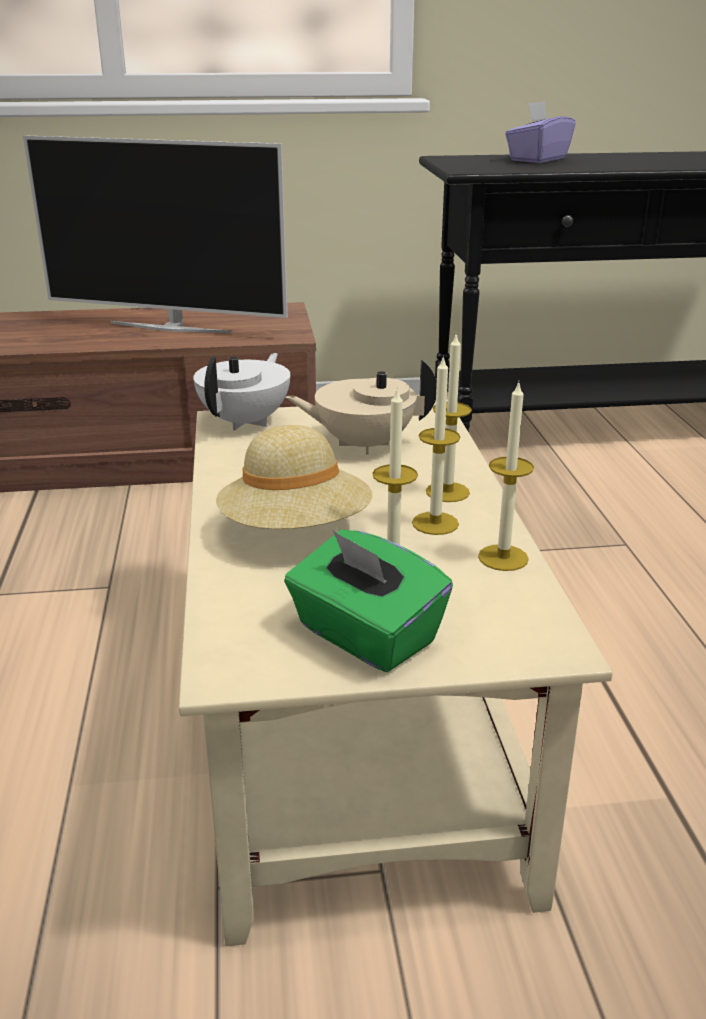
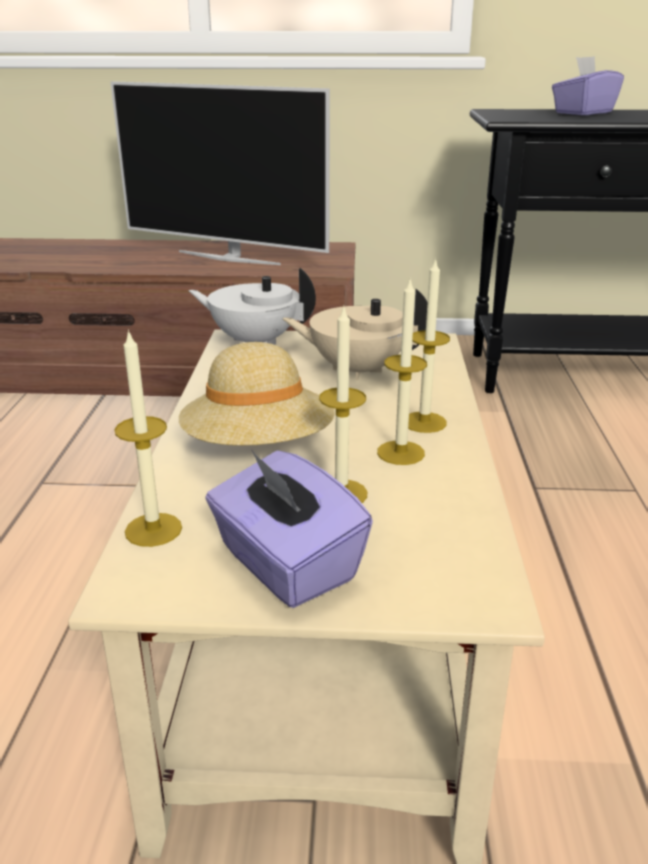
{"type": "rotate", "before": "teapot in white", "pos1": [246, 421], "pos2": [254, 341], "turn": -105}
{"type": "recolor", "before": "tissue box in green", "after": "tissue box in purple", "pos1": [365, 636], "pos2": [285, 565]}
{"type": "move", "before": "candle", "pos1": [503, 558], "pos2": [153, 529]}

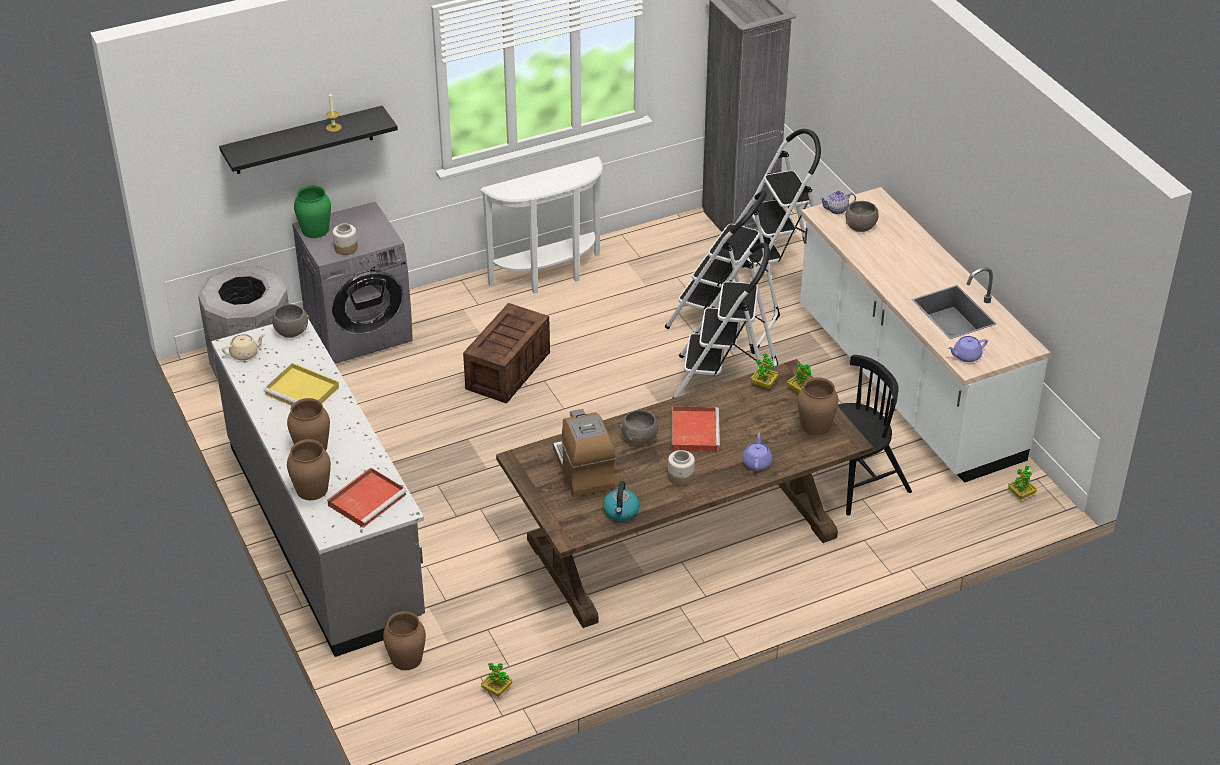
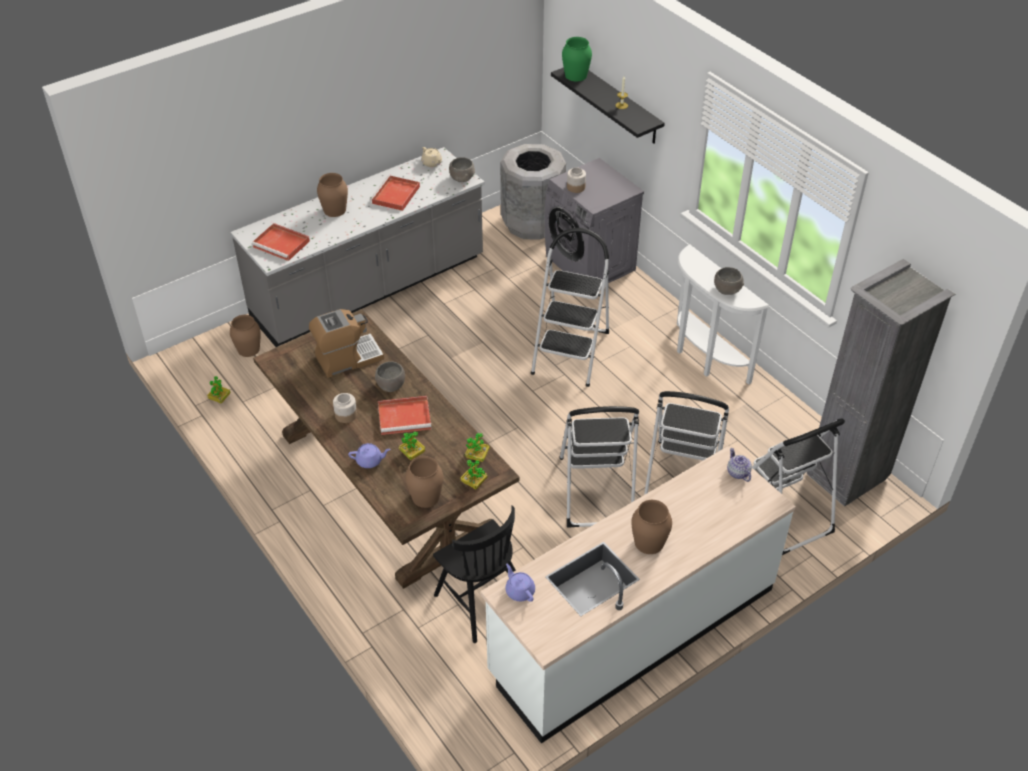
{"type": "recolor", "before": "tray in yellow", "after": "tray in red", "pos1": [303, 391], "pos2": [395, 195]}
{"type": "move", "before": "vase in brown", "pos1": [311, 489], "pos2": [649, 542]}
{"type": "move", "before": "vase in green", "pos1": [314, 230], "pos2": [576, 75]}
{"type": "replace", "before": "crate", "after": "step ladder", "pos1": [508, 369], "pos2": [572, 351]}
{"type": "delete", "before": "kettle", "pos1": [621, 511]}
{"type": "move", "before": "bowl in grey", "pos1": [860, 226], "pos2": [727, 289]}
{"type": "move", "before": "potted plant", "pos1": [1021, 494], "pos2": [412, 454]}

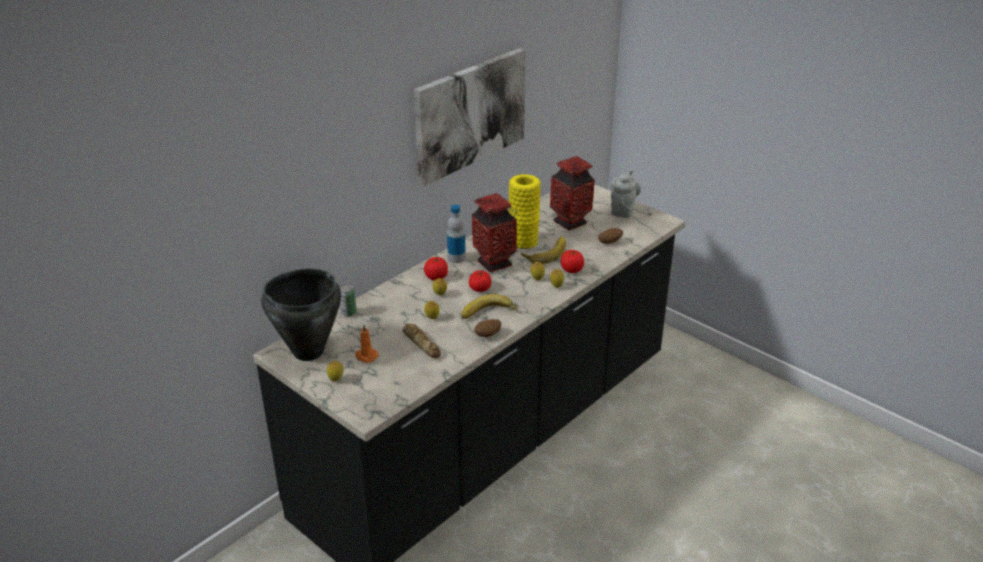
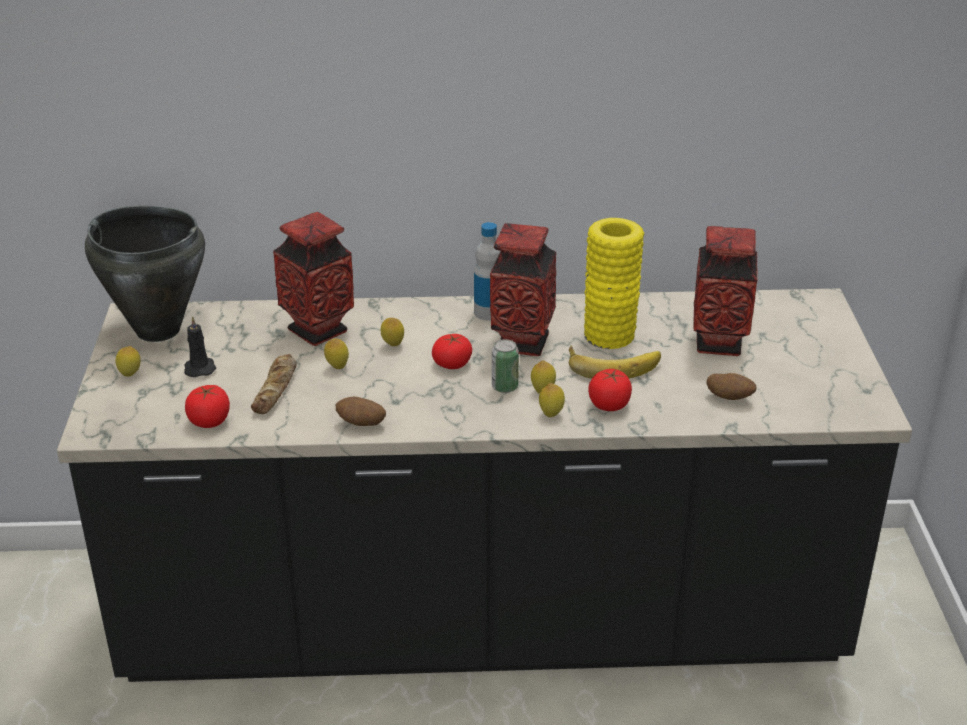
{"type": "move", "before": "can", "pos1": [348, 313], "pos2": [504, 387]}
{"type": "recolor", "before": "candle in orange", "after": "candle in black", "pos1": [365, 356], "pos2": [199, 368]}
{"type": "delete", "before": "picture", "pos1": [469, 114]}
{"type": "move", "before": "tomato", "pos1": [436, 277], "pos2": [209, 421]}
{"type": "delete", "before": "banana", "pos1": [488, 314]}
{"type": "delete", "before": "teapot in grey", "pos1": [623, 210]}
{"type": "insert", "after": "vase", "pos2": [318, 331]}

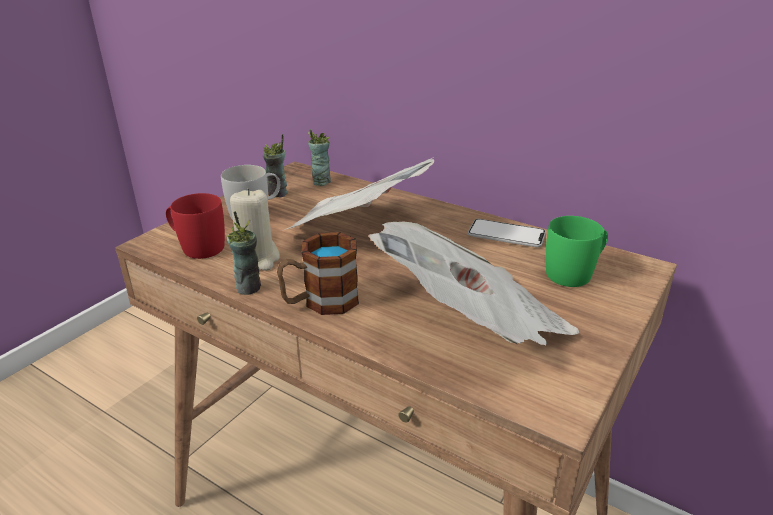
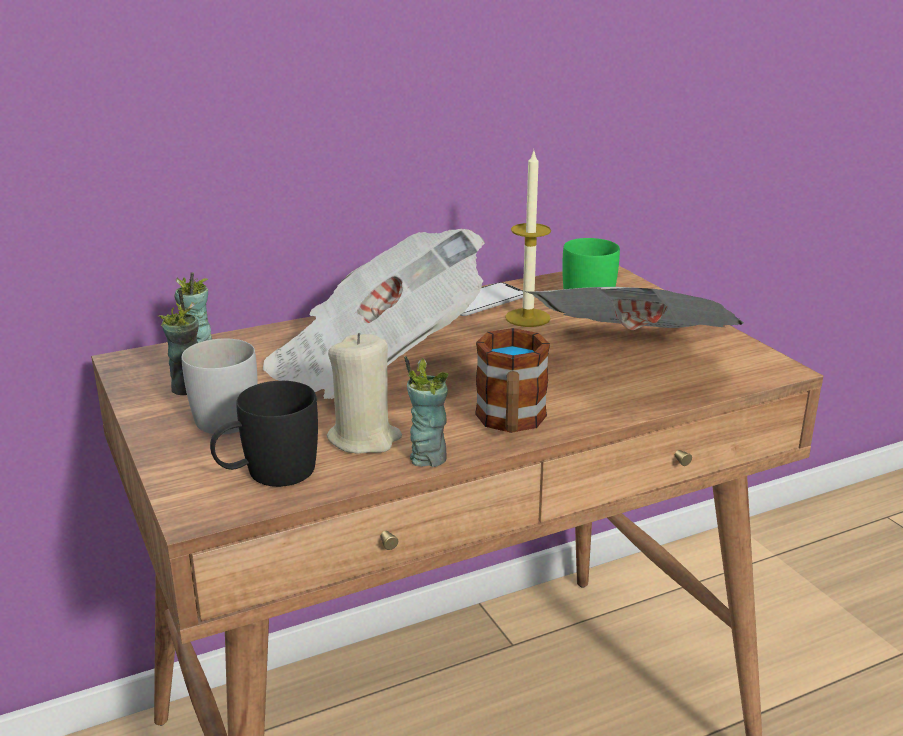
{"type": "recolor", "before": "mug in red", "after": "mug in black", "pos1": [197, 246], "pos2": [268, 474]}
{"type": "insert", "after": "candle", "pos2": [527, 318]}

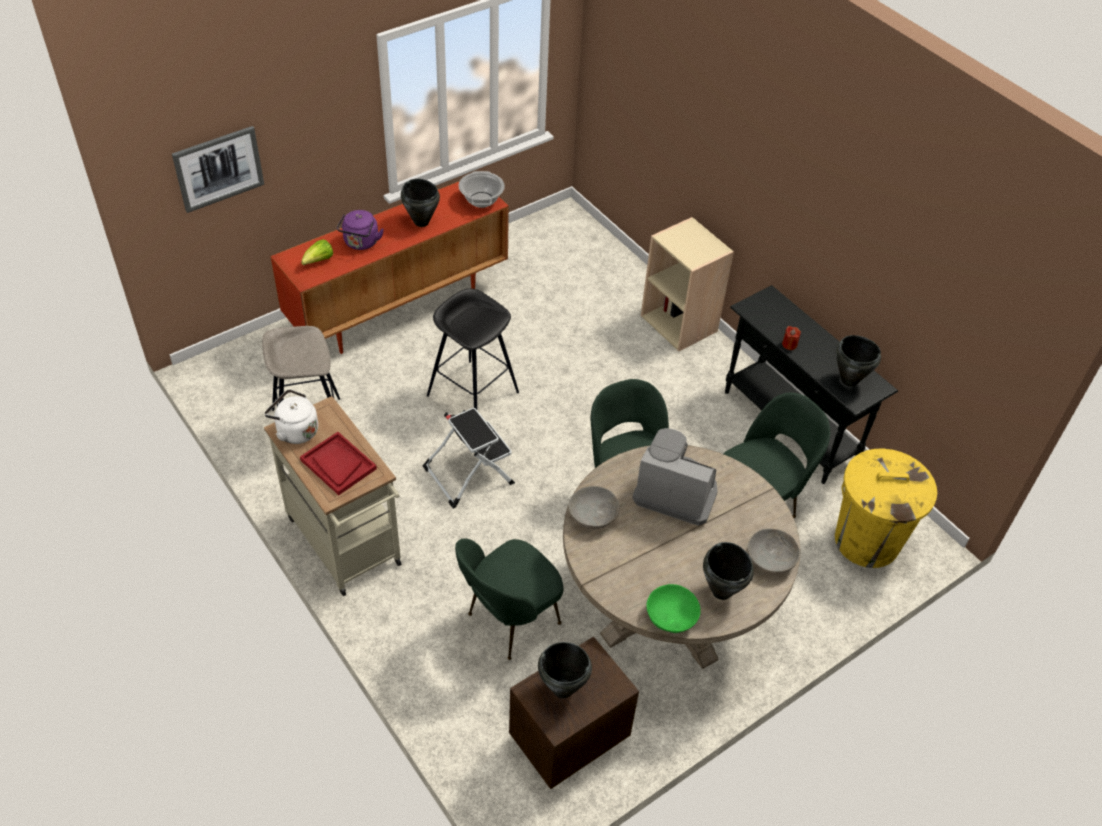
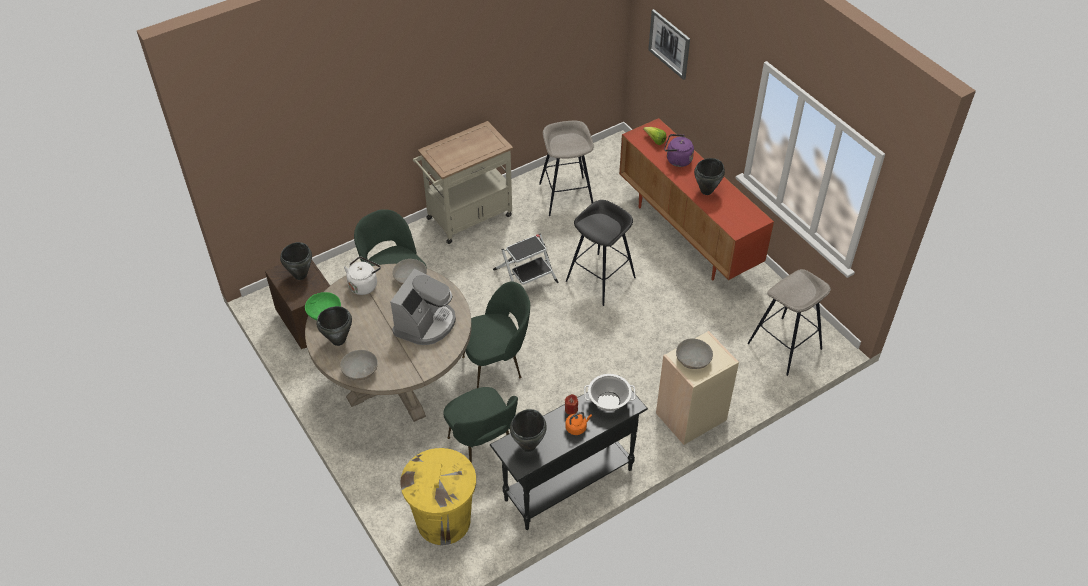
{"type": "move", "before": "kettle in white", "pos1": [295, 431], "pos2": [364, 285]}
{"type": "delete", "before": "tray in red", "pos1": [338, 464]}
{"type": "move", "before": "cooking pot", "pos1": [481, 200], "pos2": [609, 401]}
{"type": "insert", "after": "kettle in orange", "pos2": [577, 427]}
{"type": "insert", "after": "bowl in grey", "pos2": [693, 360]}
{"type": "insert", "after": "stool in grey", "pos2": [784, 346]}

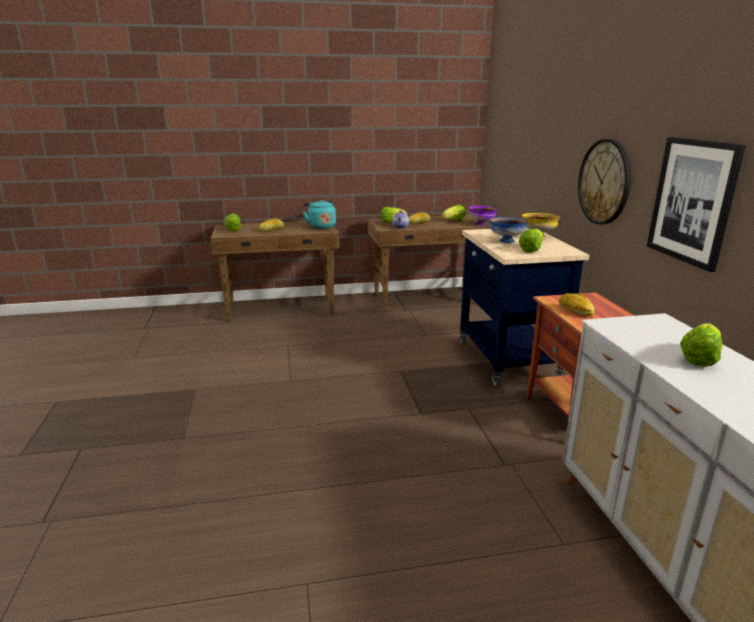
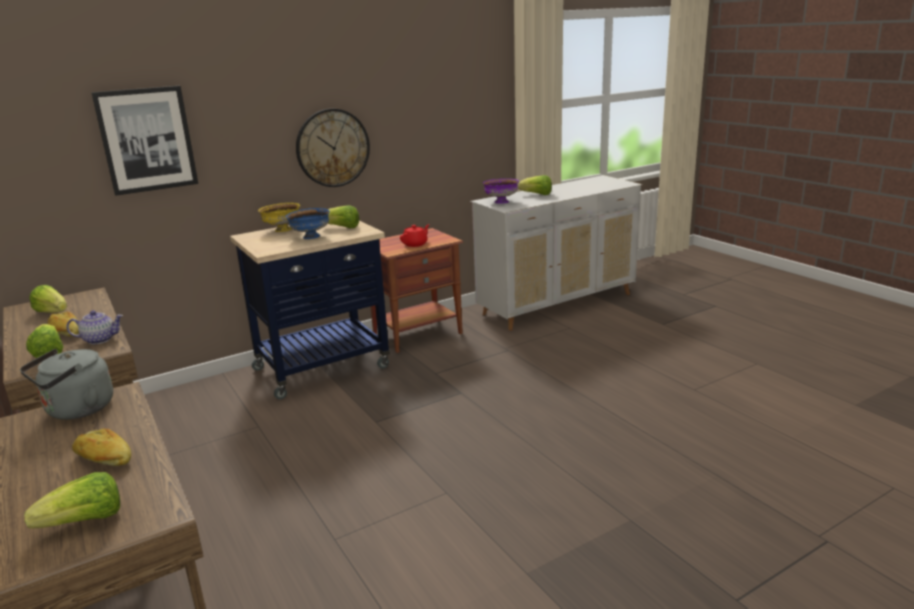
{"type": "recolor", "before": "kettle in turquoise", "after": "kettle in grey", "pos1": [321, 226], "pos2": [77, 410]}
{"type": "move", "before": "bowl in purple", "pos1": [481, 224], "pos2": [501, 202]}
{"type": "replace", "before": "bread", "after": "teapot in red", "pos1": [575, 311], "pos2": [415, 244]}
{"type": "move", "before": "picture", "pos1": [692, 201], "pos2": [147, 140]}

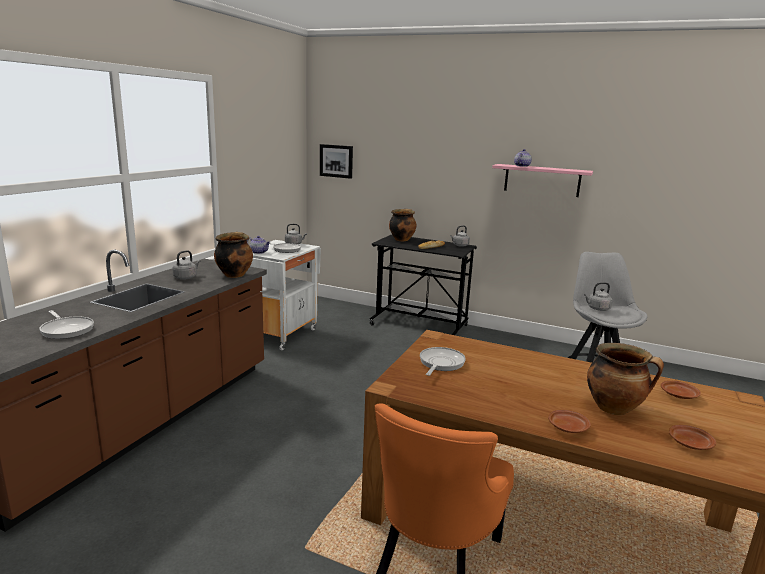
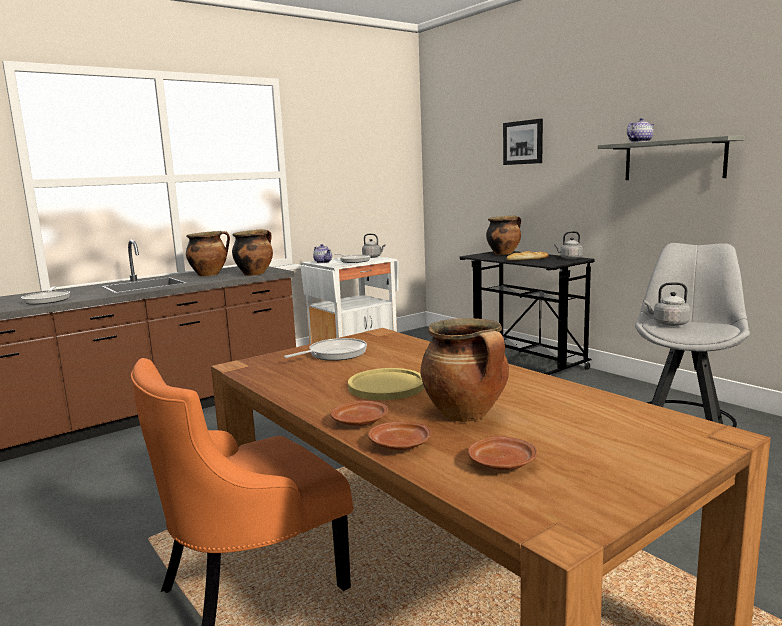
{"type": "replace", "before": "kettle in grey", "after": "cooking pot", "pos1": [186, 277], "pos2": [210, 274]}
{"type": "move", "before": "picture", "pos1": [336, 161], "pos2": [523, 142]}
{"type": "recolor", "before": "shelf in pink", "after": "shelf in grey", "pos1": [542, 180], "pos2": [674, 160]}
{"type": "move", "before": "plate in brown", "pos1": [679, 395], "pos2": [401, 445]}
{"type": "insert", "after": "plate in yellow", "pos2": [386, 386]}

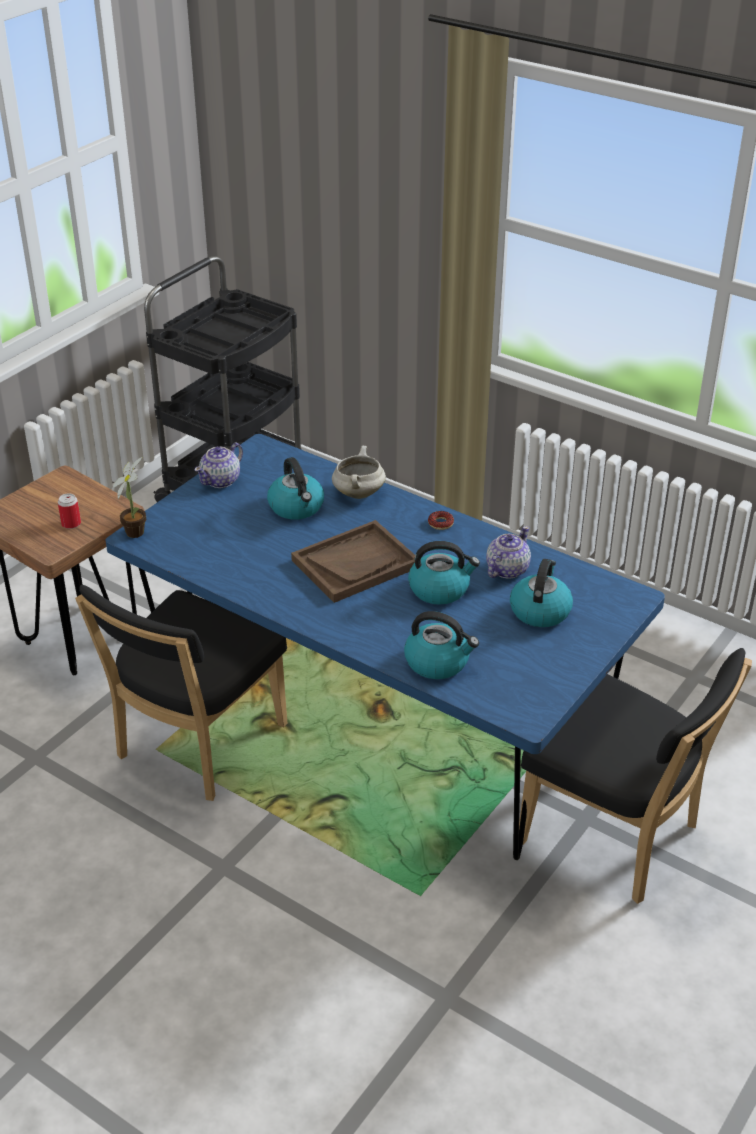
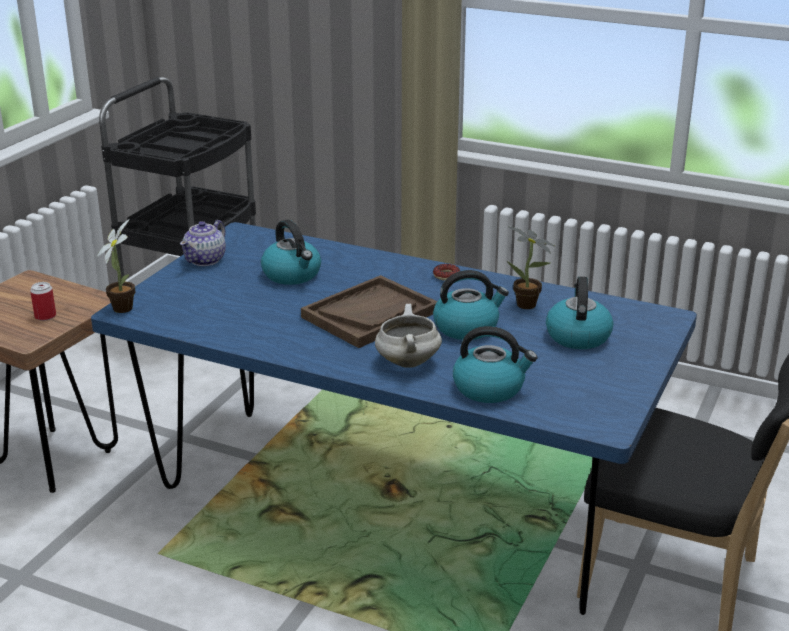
{"type": "delete", "before": "chair in black", "pos1": [196, 746]}
{"type": "move", "before": "cooking pot in white", "pos1": [358, 493], "pos2": [407, 362]}
{"type": "replace", "before": "teapot", "after": "potted plant", "pos1": [506, 569], "pos2": [528, 306]}

